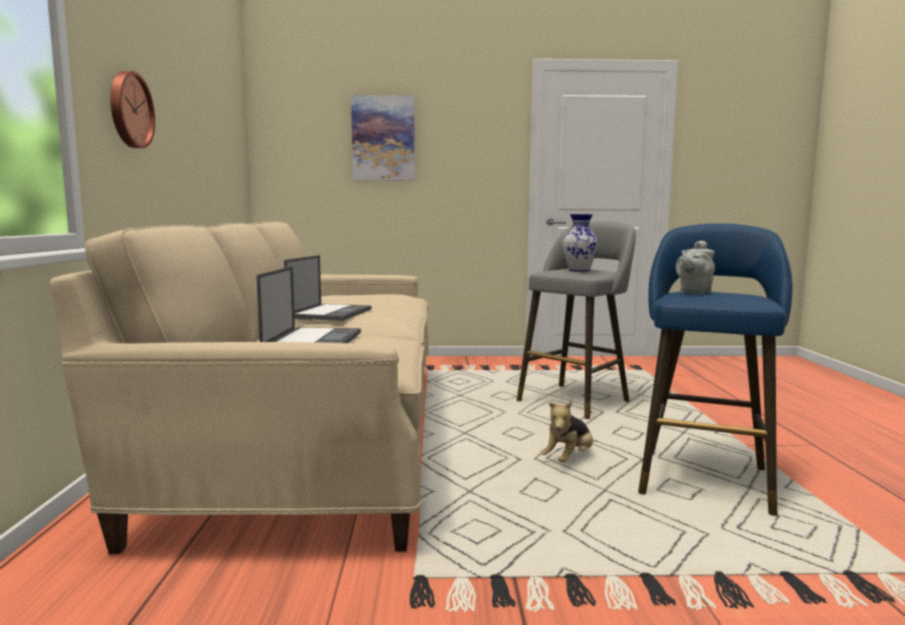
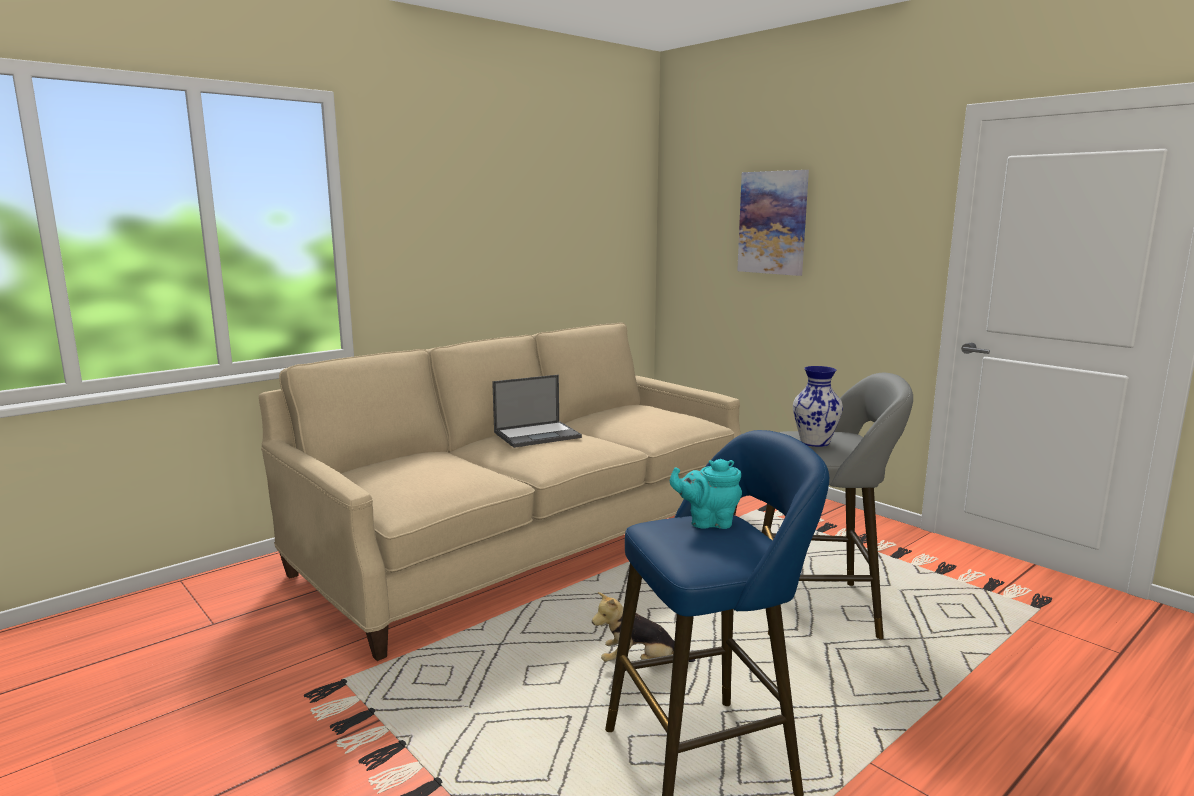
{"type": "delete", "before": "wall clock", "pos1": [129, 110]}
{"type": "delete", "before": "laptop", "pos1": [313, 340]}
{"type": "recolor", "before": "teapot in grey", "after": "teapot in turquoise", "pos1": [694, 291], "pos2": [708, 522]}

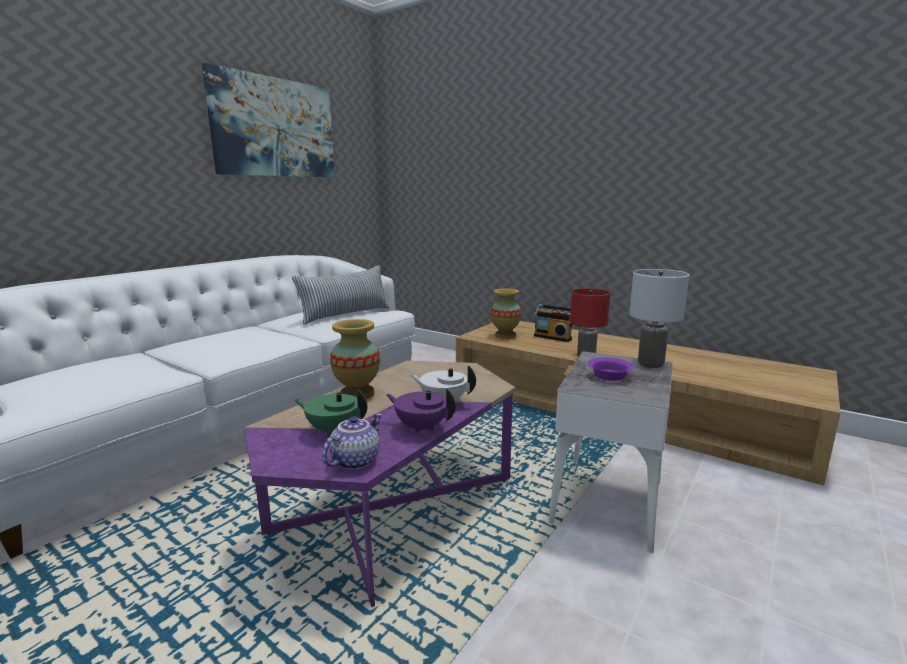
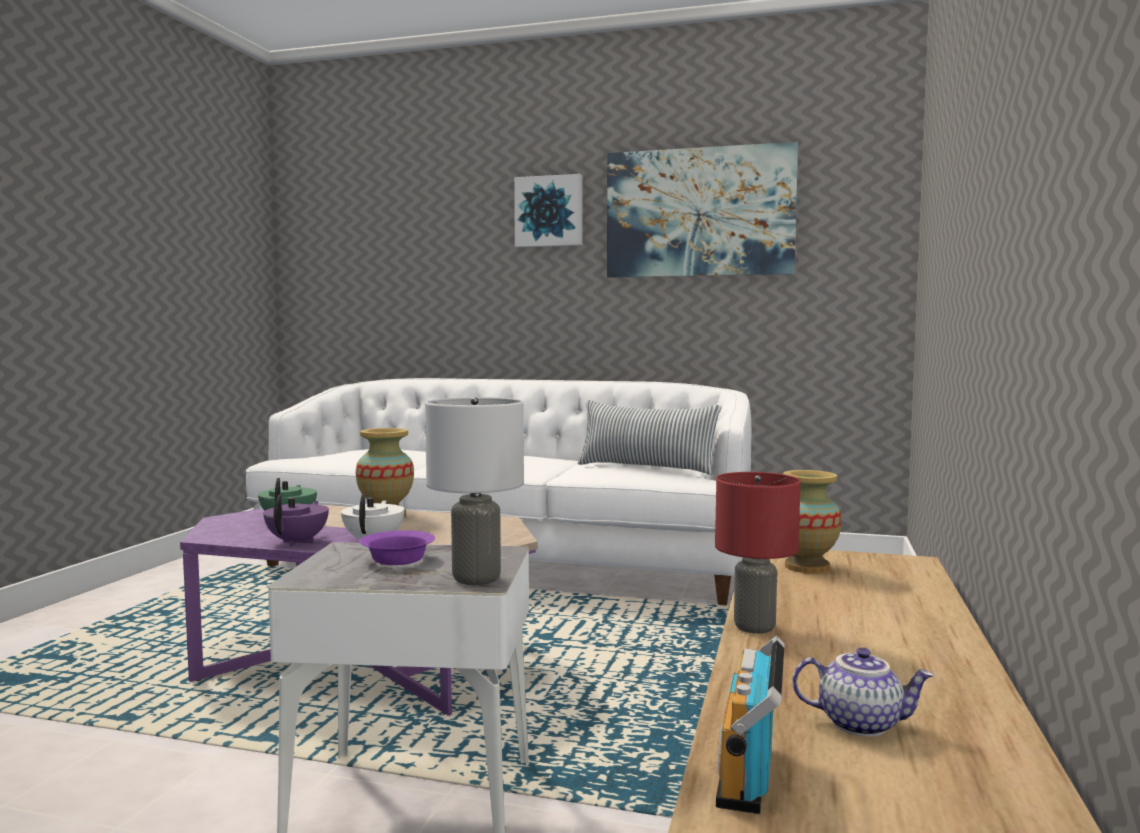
{"type": "move", "before": "teapot", "pos1": [355, 460], "pos2": [860, 723]}
{"type": "move", "before": "radio", "pos1": [553, 337], "pos2": [751, 774]}
{"type": "insert", "after": "picture", "pos2": [549, 211]}

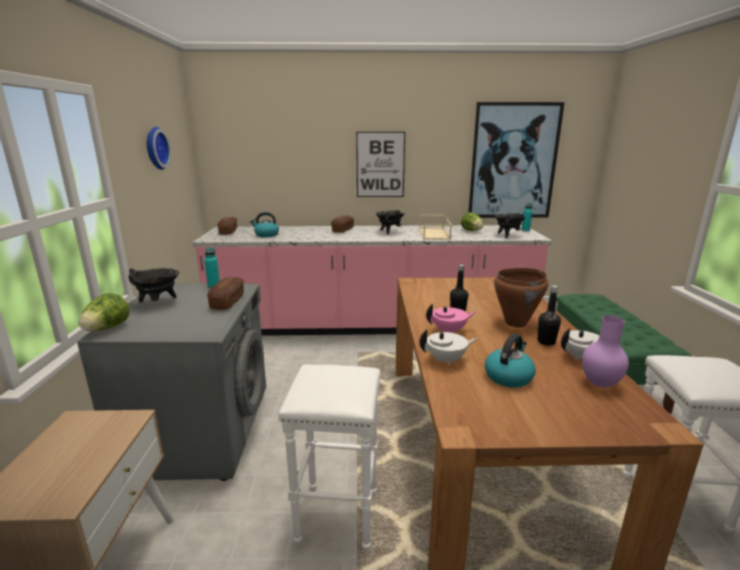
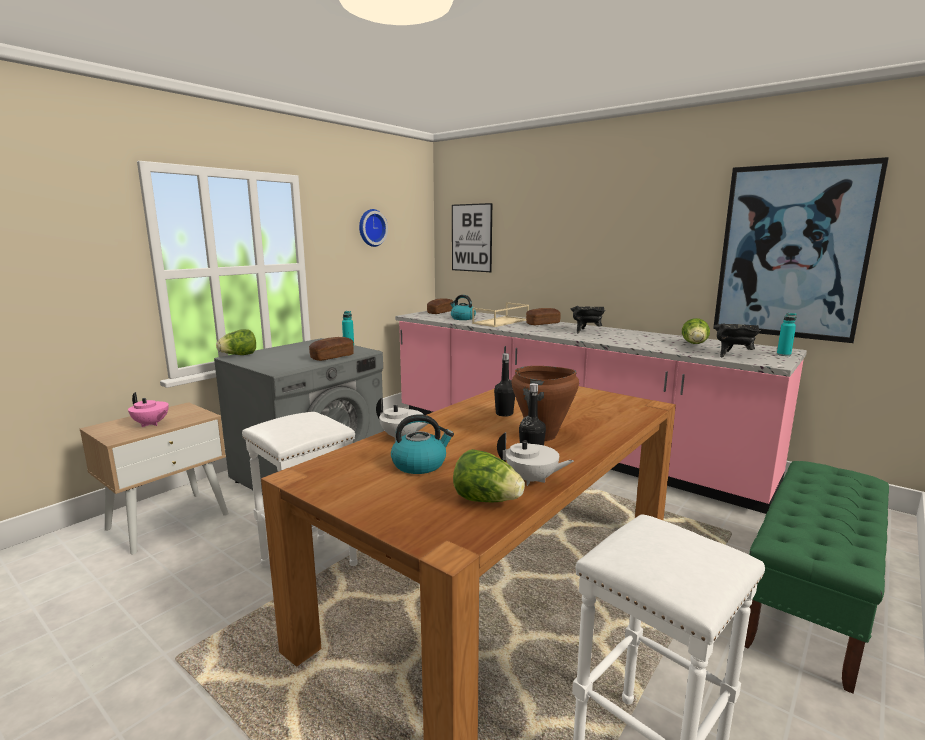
{"type": "delete", "before": "cooking pot in black", "pos1": [158, 302]}
{"type": "move", "before": "picture", "pos1": [380, 165], "pos2": [471, 238]}
{"type": "move", "before": "tray in beige", "pos1": [434, 233], "pos2": [501, 322]}
{"type": "move", "before": "teapot in pink", "pos1": [449, 331], "pos2": [151, 424]}
{"type": "replace", "before": "vase in purple", "after": "lettuce", "pos1": [598, 384], "pos2": [487, 500]}

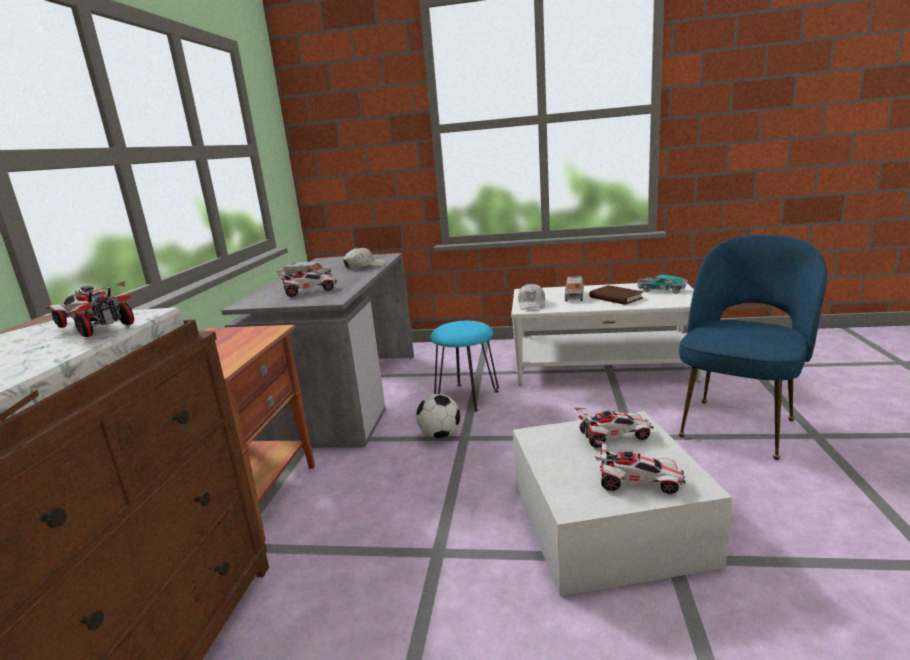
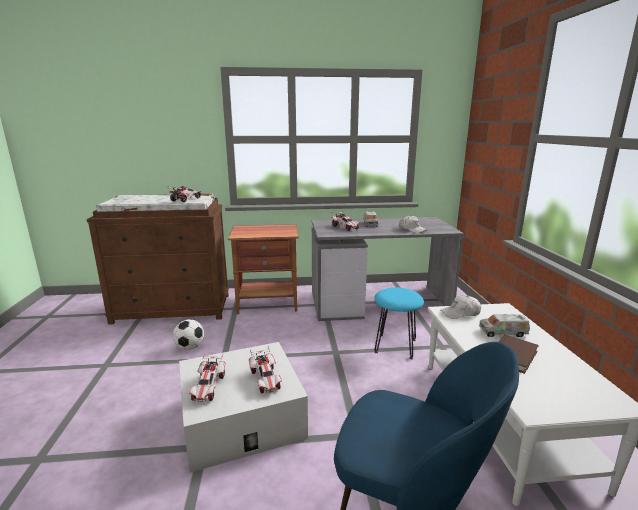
{"type": "move", "before": "football", "pos1": [440, 435], "pos2": [190, 347]}
{"type": "delete", "before": "toy car", "pos1": [661, 290]}

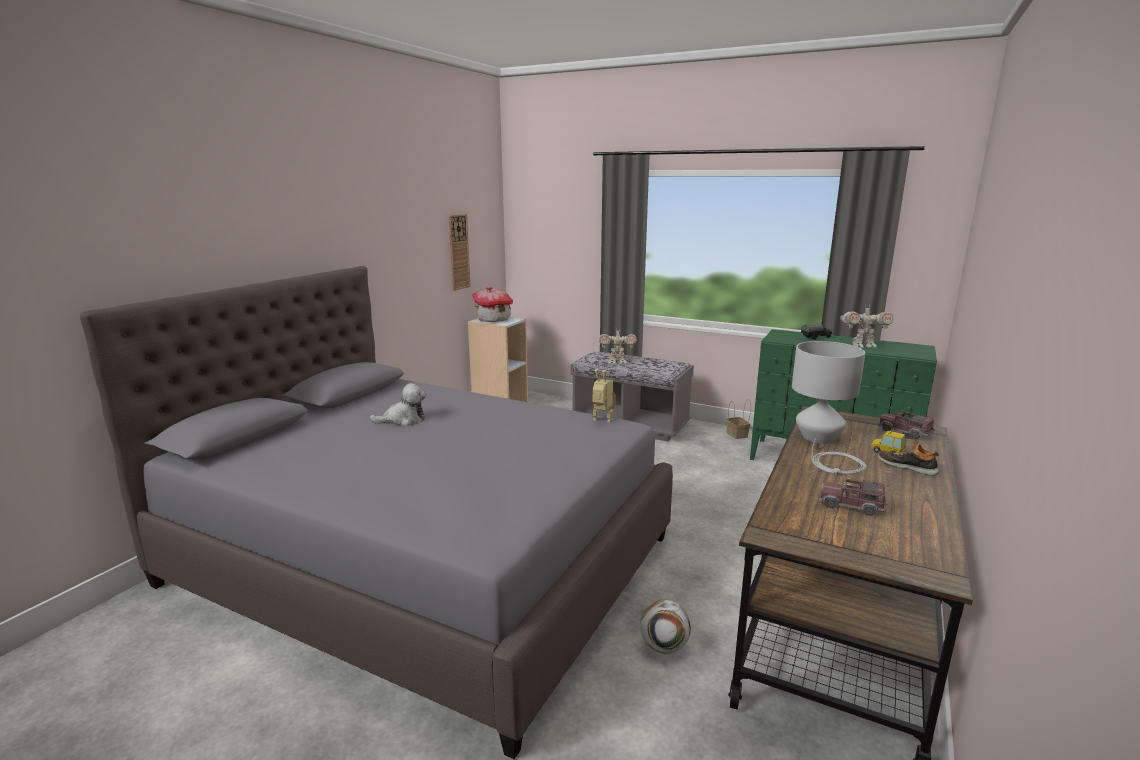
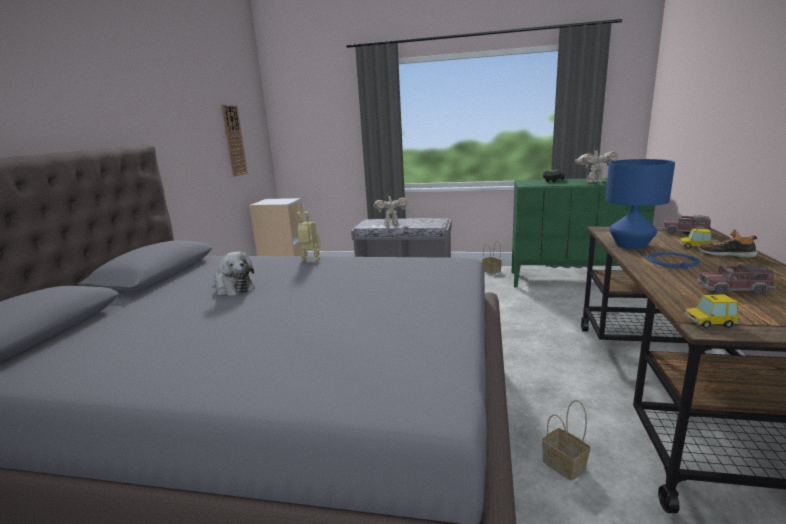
{"type": "rotate", "before": "plush toy", "pos1": [403, 420], "pos2": [233, 288], "turn": 75}
{"type": "delete", "before": "toy house", "pos1": [494, 319]}
{"type": "move", "before": "toy robot", "pos1": [601, 420], "pos2": [310, 260]}
{"type": "replace", "before": "football", "after": "basket", "pos1": [663, 646], "pos2": [562, 464]}
{"type": "recolor", "before": "table lamp in white", "after": "table lamp in blue", "pos1": [825, 447], "pos2": [645, 250]}
{"type": "insert", "after": "toy car", "pos2": [709, 322]}

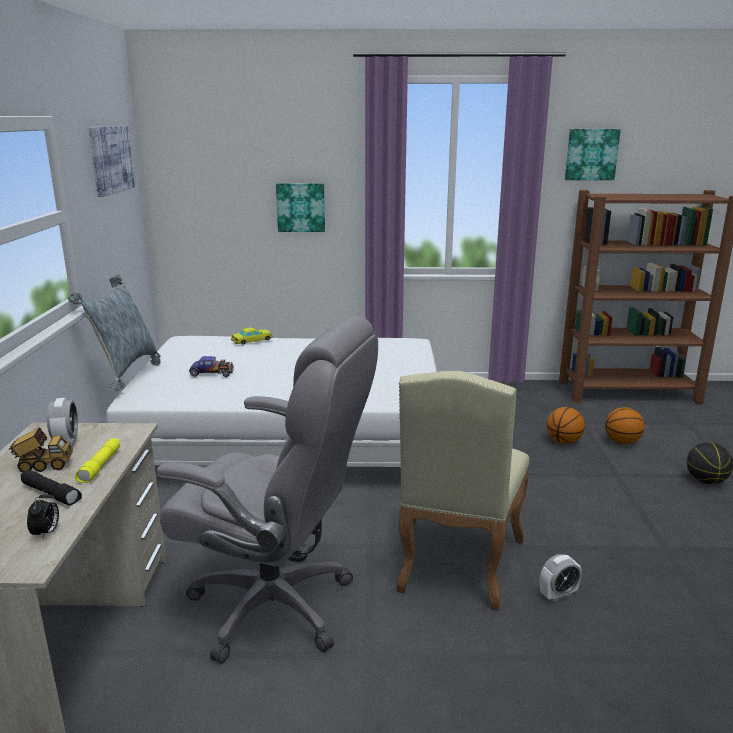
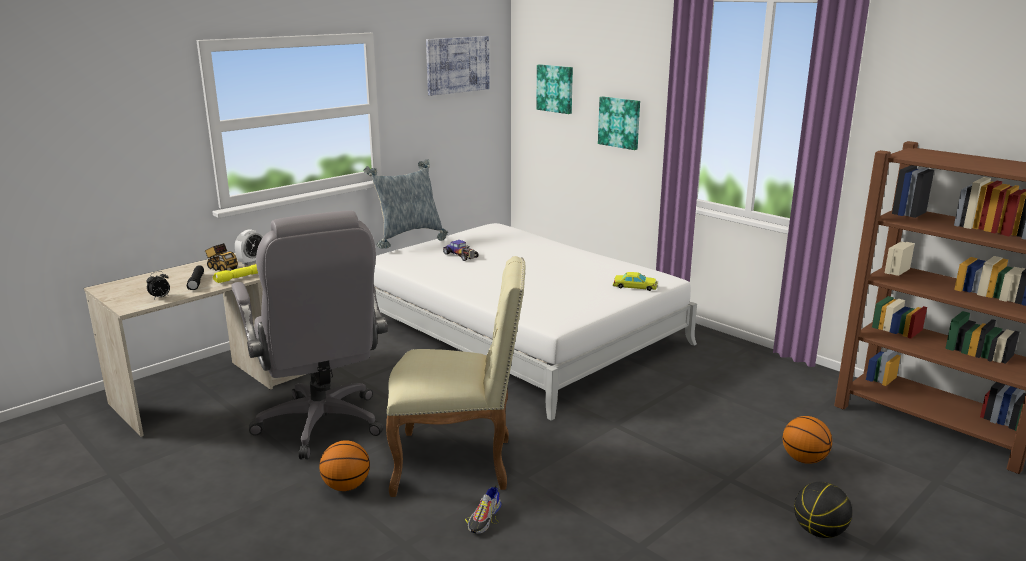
{"type": "move", "before": "toy car in yellow", "pos1": [252, 340], "pos2": [635, 286]}
{"type": "rotate", "before": "chair in beige", "pos1": [455, 566], "pos2": [456, 463], "turn": -150}
{"type": "replace", "before": "alarm clock", "after": "shoe", "pos1": [558, 595], "pos2": [484, 519]}
{"type": "move", "before": "basketball", "pos1": [563, 442], "pos2": [346, 486]}
{"type": "move", "before": "picture", "pos1": [591, 154], "pos2": [555, 88]}

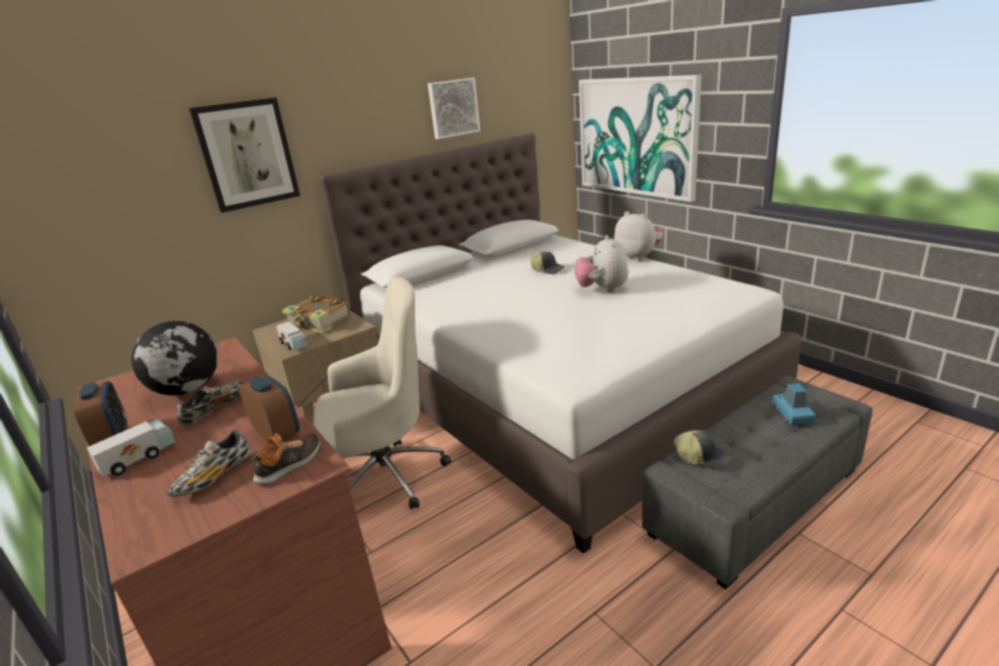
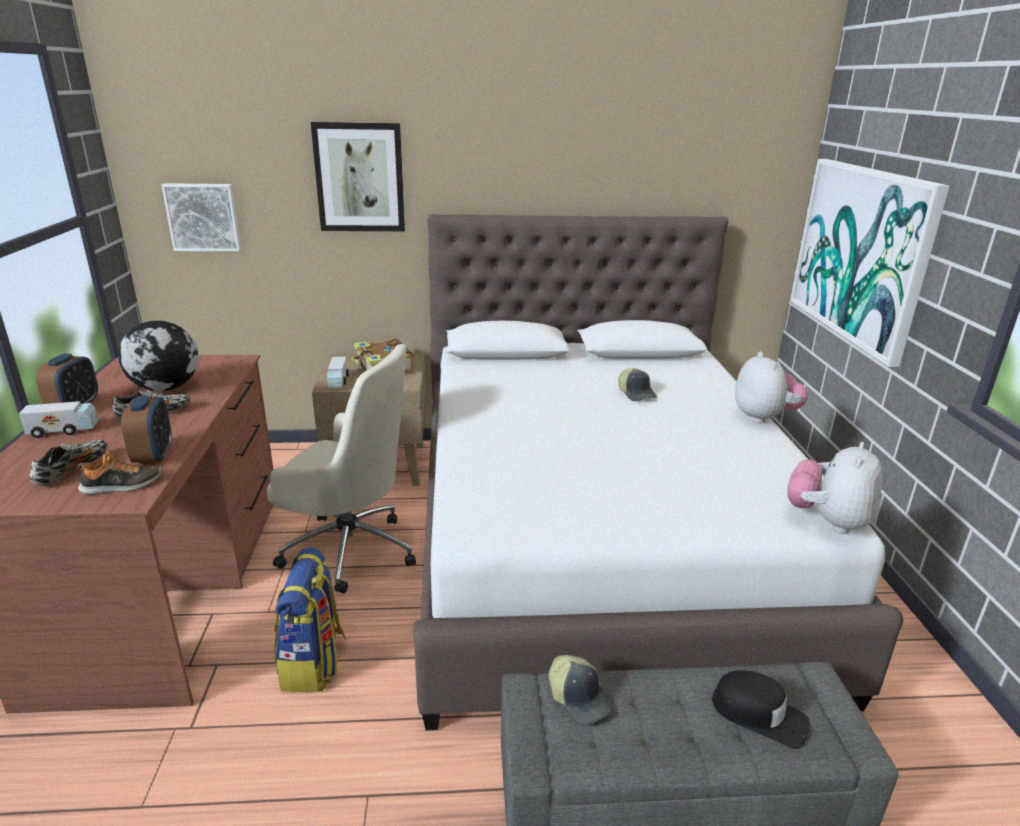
{"type": "rotate", "before": "shoe", "pos1": [214, 477], "pos2": [72, 470], "turn": 135}
{"type": "move", "before": "picture", "pos1": [453, 108], "pos2": [203, 217]}
{"type": "move", "before": "plush toy", "pos1": [602, 289], "pos2": [827, 521]}
{"type": "replace", "before": "toy car in blue", "after": "cap in black", "pos1": [792, 414], "pos2": [759, 714]}
{"type": "insert", "after": "backpack", "pos2": [314, 663]}

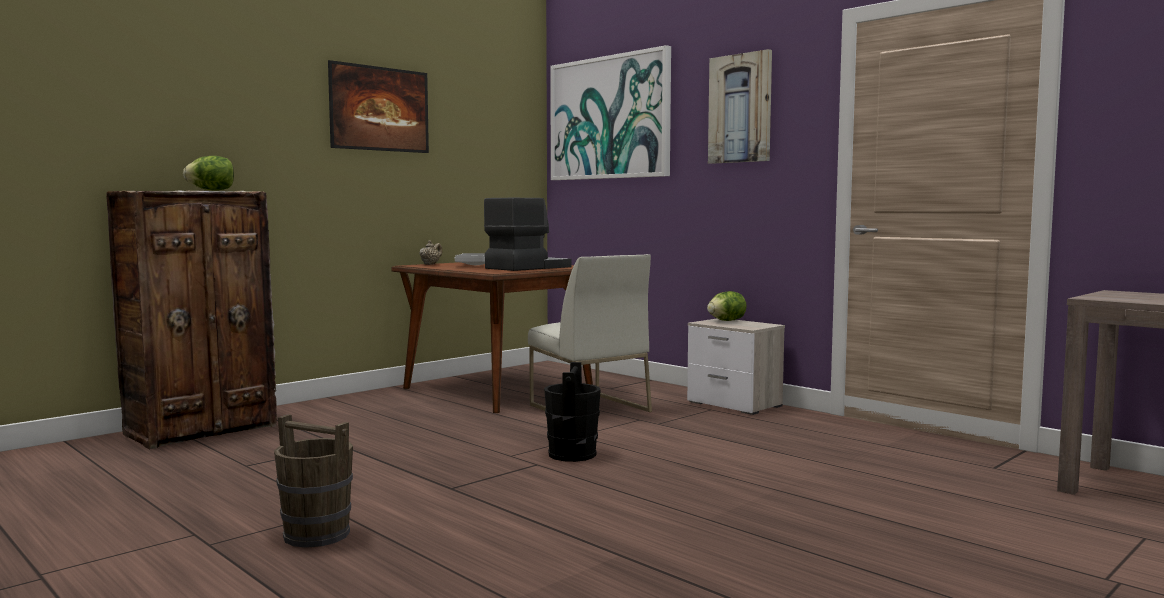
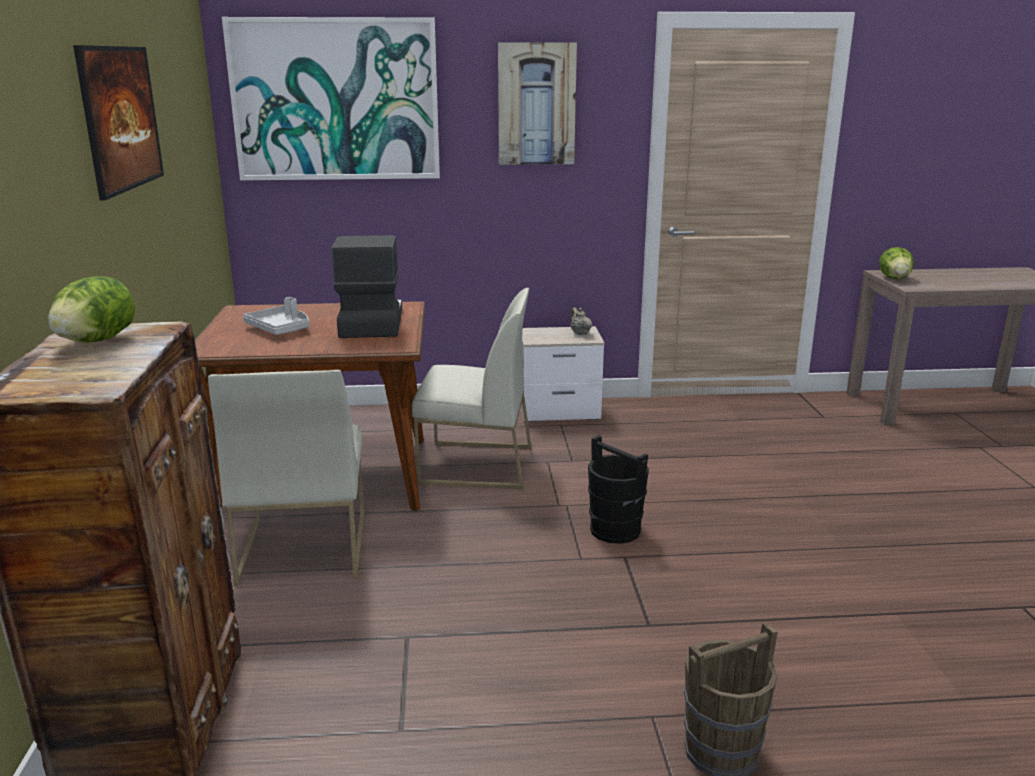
{"type": "move", "before": "teapot in beige", "pos1": [430, 264], "pos2": [580, 333]}
{"type": "move", "before": "lettuce", "pos1": [726, 321], "pos2": [894, 278]}
{"type": "insert", "after": "chair in white", "pos2": [302, 546]}

